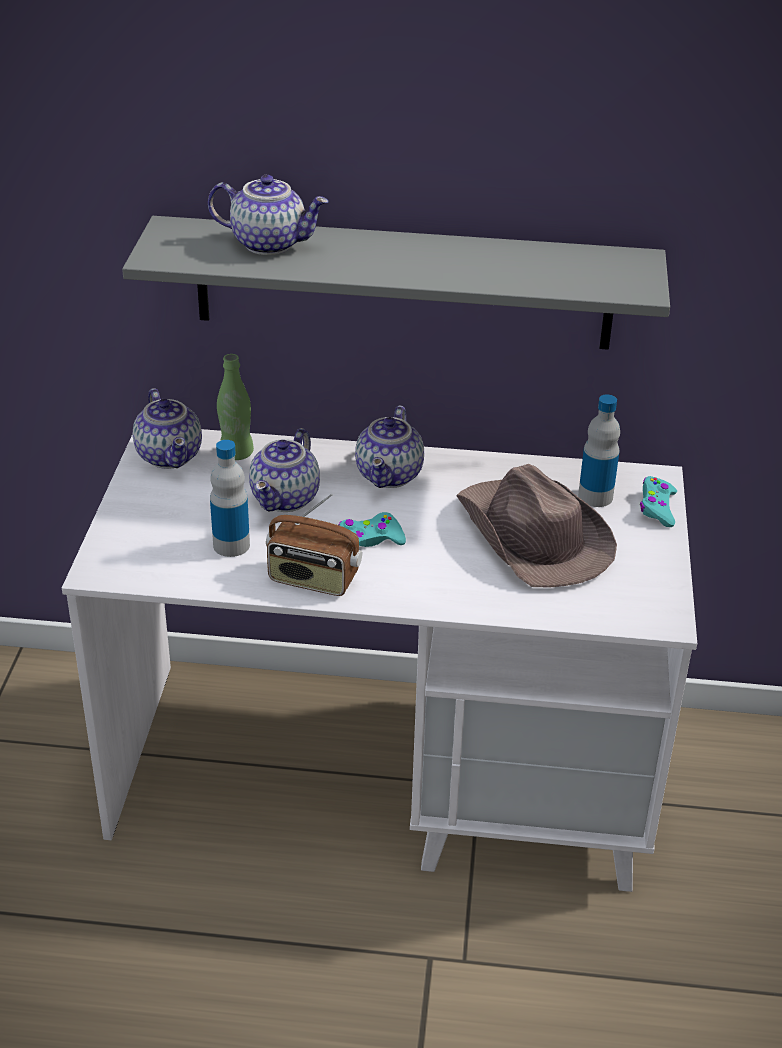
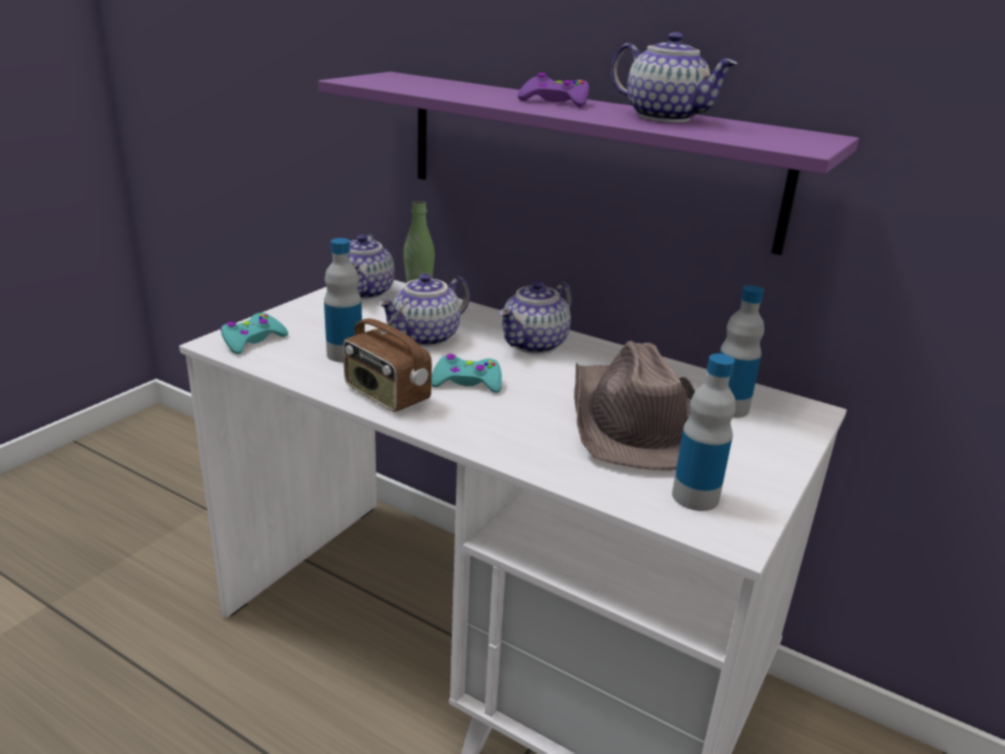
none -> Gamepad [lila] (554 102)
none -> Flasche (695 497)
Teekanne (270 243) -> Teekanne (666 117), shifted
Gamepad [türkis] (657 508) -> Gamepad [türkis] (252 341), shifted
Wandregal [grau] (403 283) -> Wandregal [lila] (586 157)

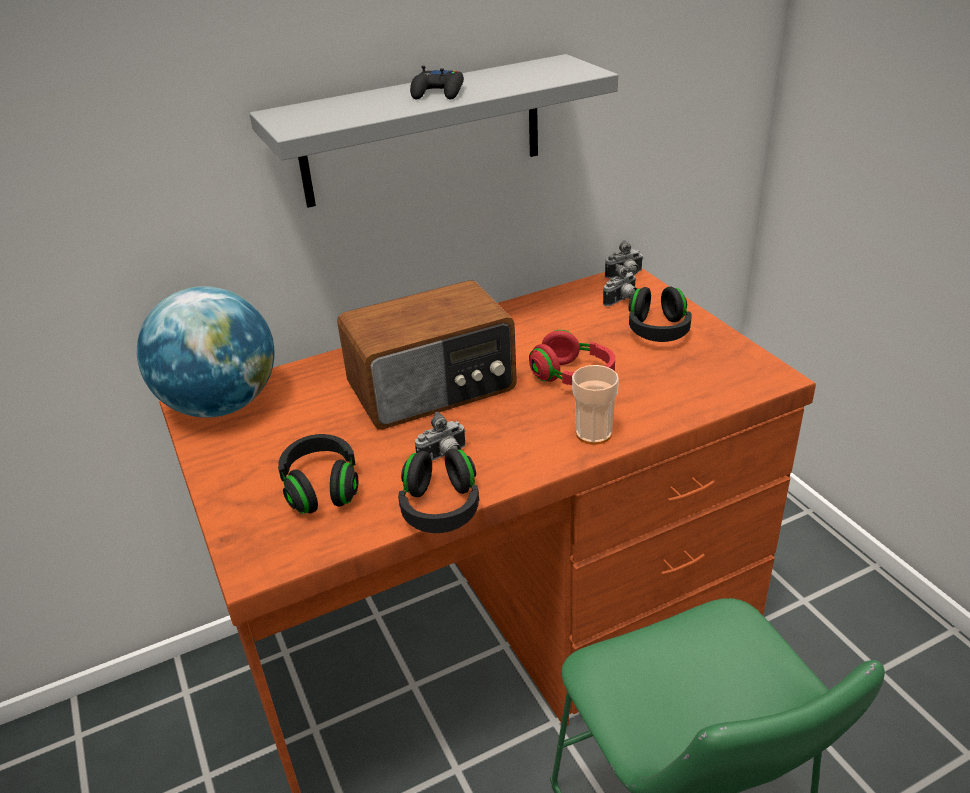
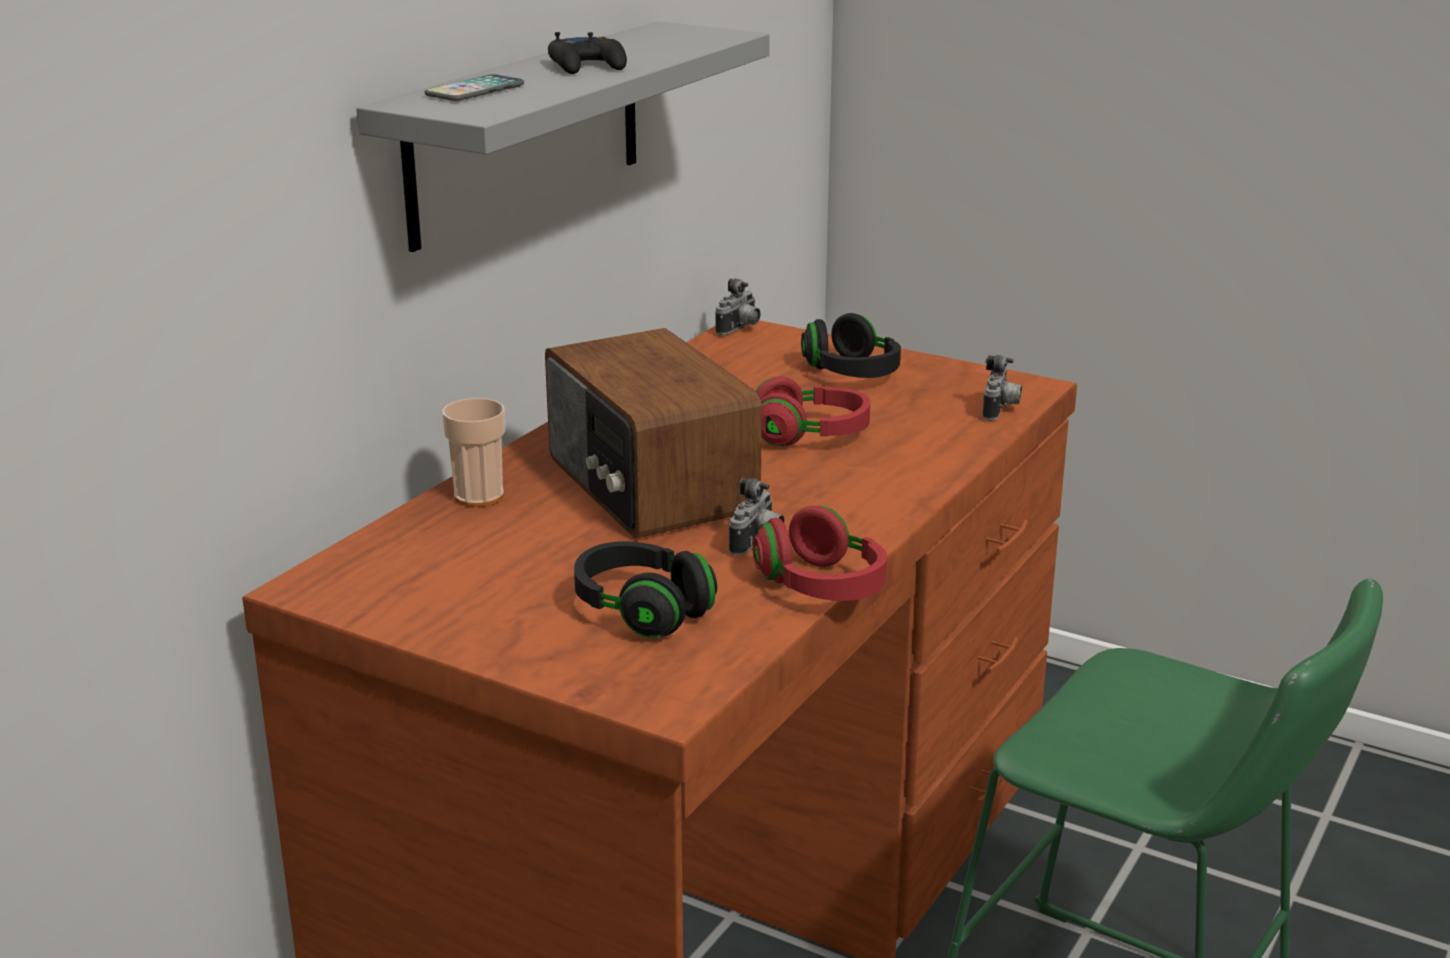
Globus (222 405) -> none
none -> Handy (475 91)
Tasse (593 433) -> Tasse (479 496), shifted
Kamera (622 300) -> Kamera (1000 410), shifted
Kopfhörer [schwarz] (440 508) -> Kopfhörer [rot] (821 586)
Radio (433 388) -> Radio (648 486), 120 degrees clockwise

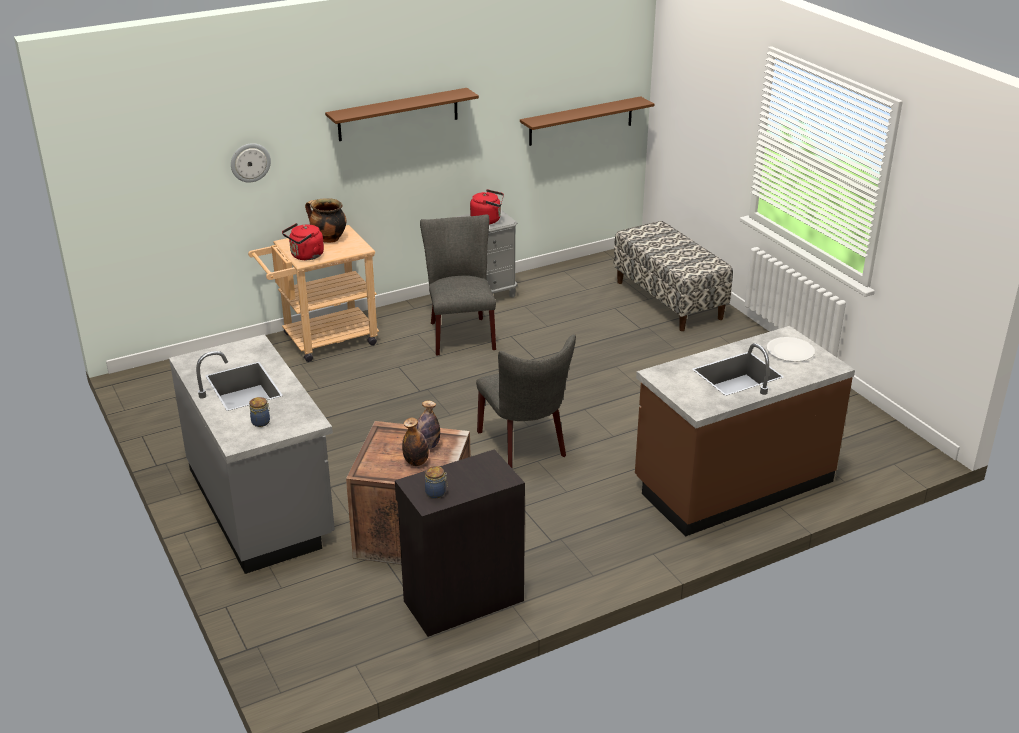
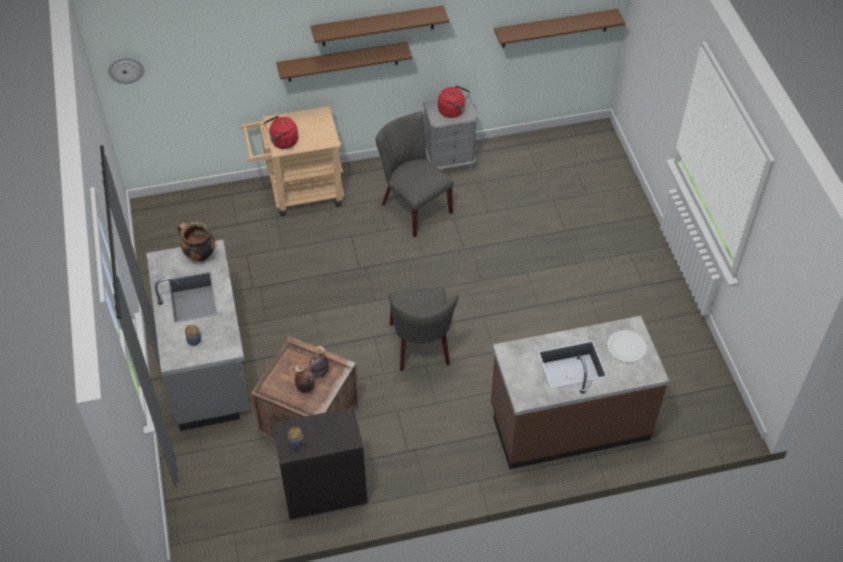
Bank (669 300) -> none
none -> Wandregal [braun] (342 62)
Wanduhr (250 162) -> Wanduhr (126 69), shifted
Kochtopf (328 239) -> Kochtopf (199 255), shifted
Stuhl [grau] (460 333) -> Stuhl [grau] (412 206), 45 degrees counterclockwise

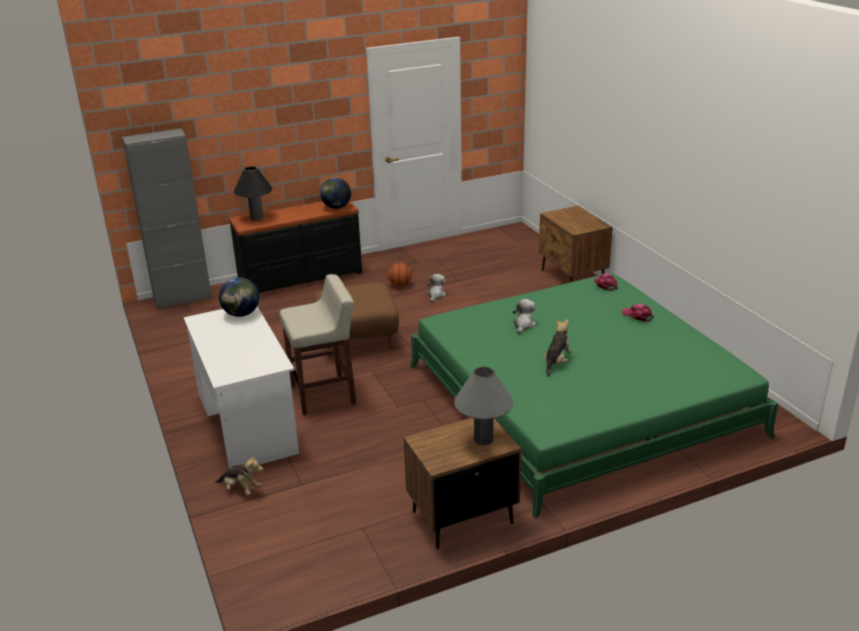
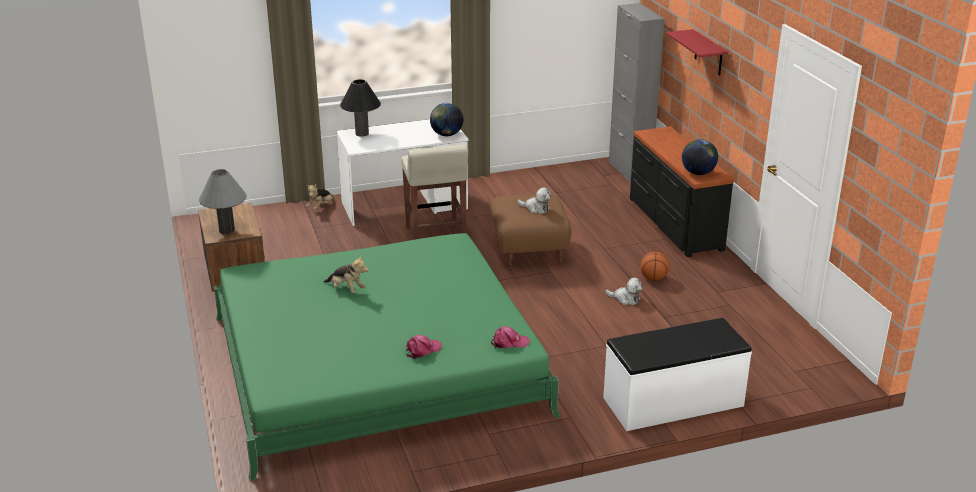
none -> Wandregal [rot] (708 53)
Tischlampe [schwarz] (256 217) -> Tischlampe [schwarz] (362 133), shifted
Plüschtier (523 325) -> Plüschtier (536 208), shifted
Nachttisch [braun] (572 277) -> Bank [weiß] (673 402)

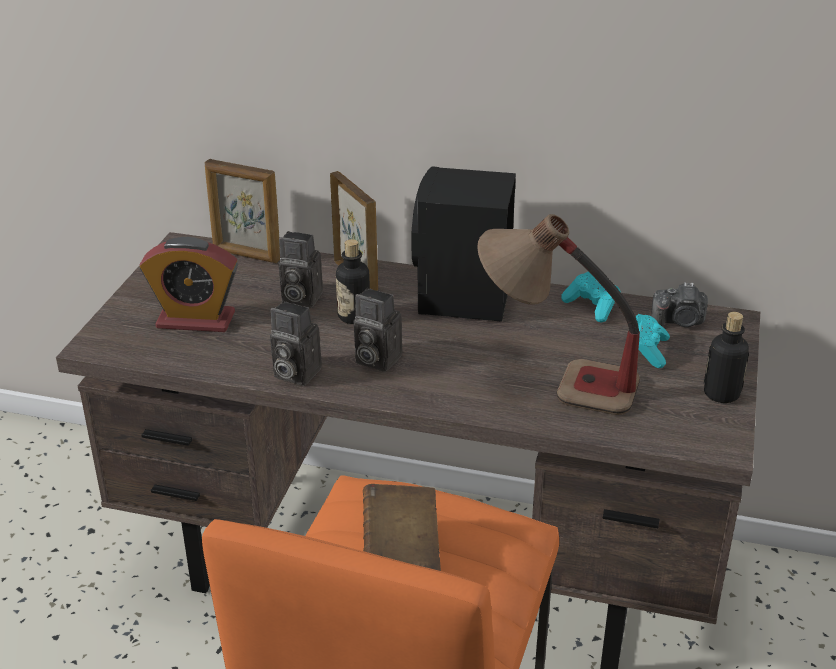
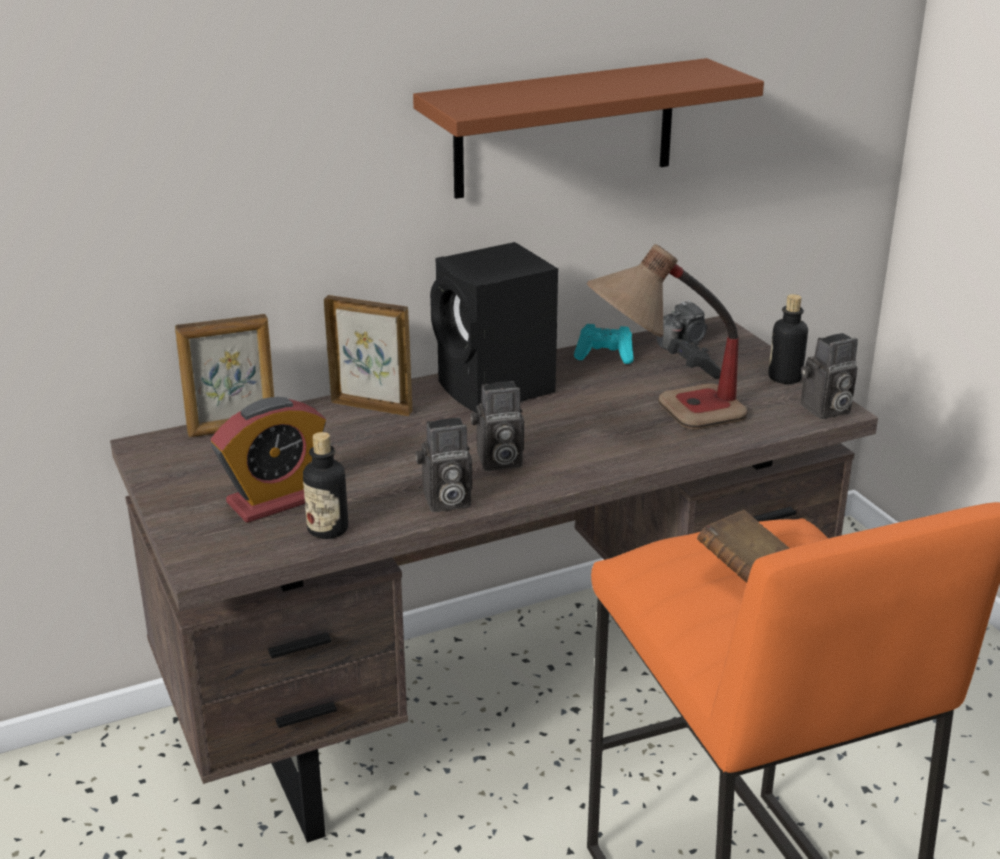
none -> Wandregal [braun] (565 128)
Kamera (299 298) -> Kamera (825 410), shifted
Flasche (354 316) -> Flasche (328 529), shifted
Gamepad [türkis] (647 350) -> Gamepad [schwarz] (693 370)

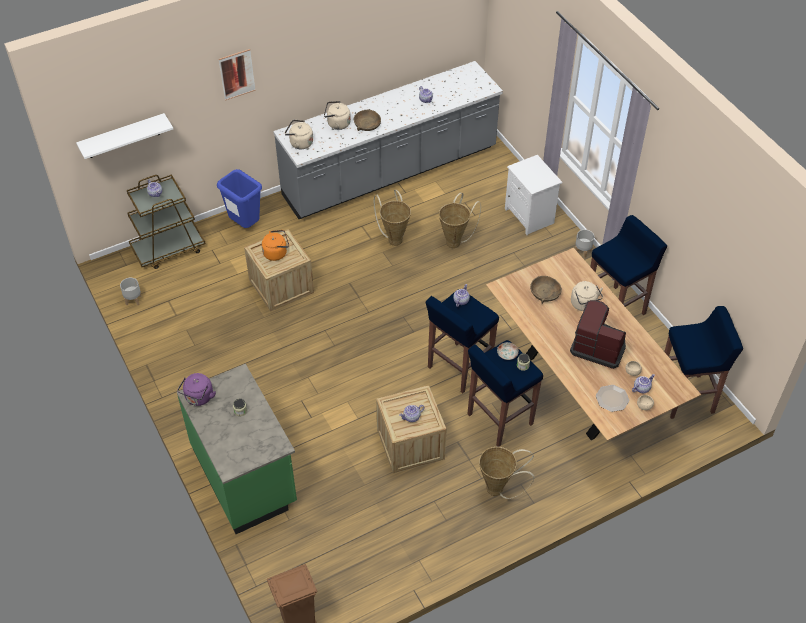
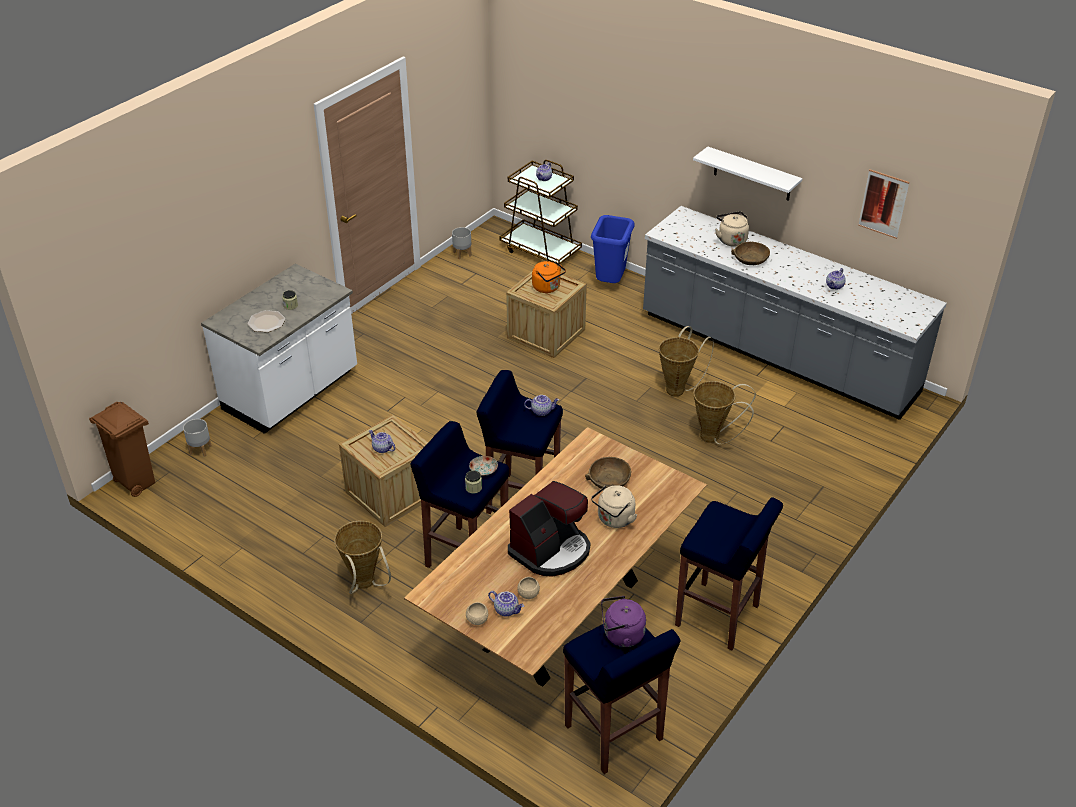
Wasserkessel [beige] (299 143) -> none
Nachttisch [weiß] (530 216) -> none
Wandregal [weiß] (122 136) -> Wandregal [weiß] (752 174), shifted
Wasserkessel [lila] (199 398) -> Wasserkessel [lila] (621 635), shifted
Bild (237 74) -> Bild (883 204), shifted
Pflanzkübel [grau] (583 252) -> Pflanzkübel [grau] (200 450), shifted
Teller (612 398) -> Teller (266 322), shifted
Küchenzeile [grün] (245 476) -> Küchenzeile [weiß] (292 392)
Kaffeemaschine (598 347) -> Kaffeemaschine (551 550), 45 degrees clockwise

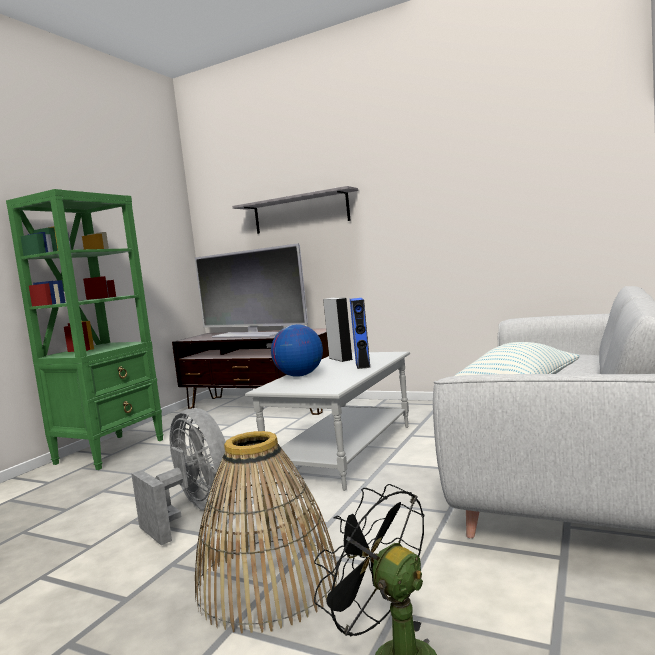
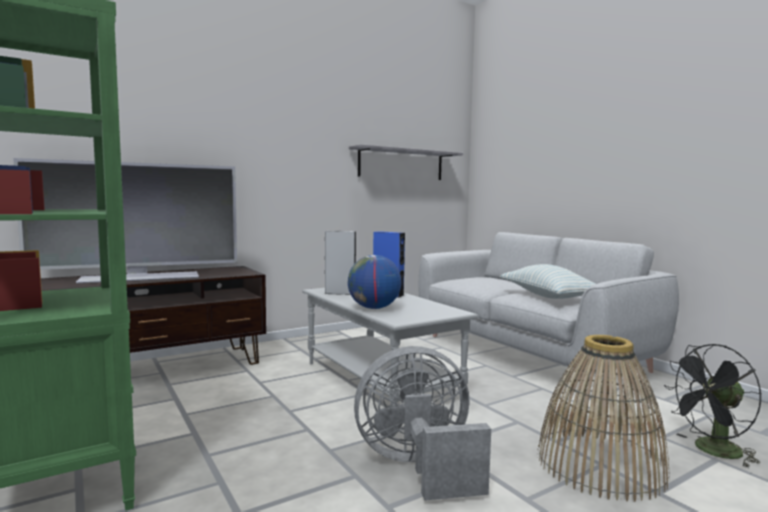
Wandregal [grau] (300 212) -> Wandregal [grau] (401 164), shifted

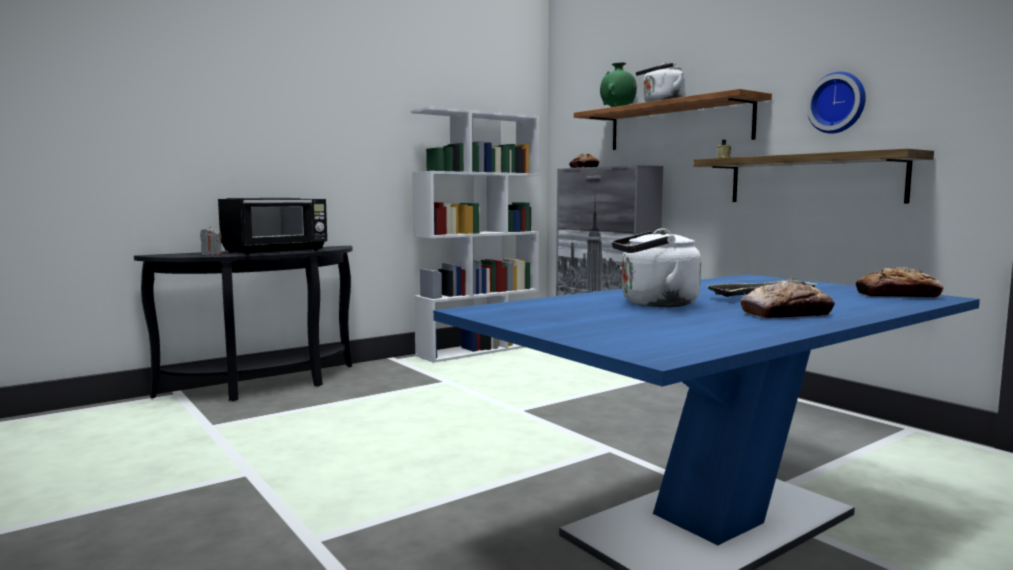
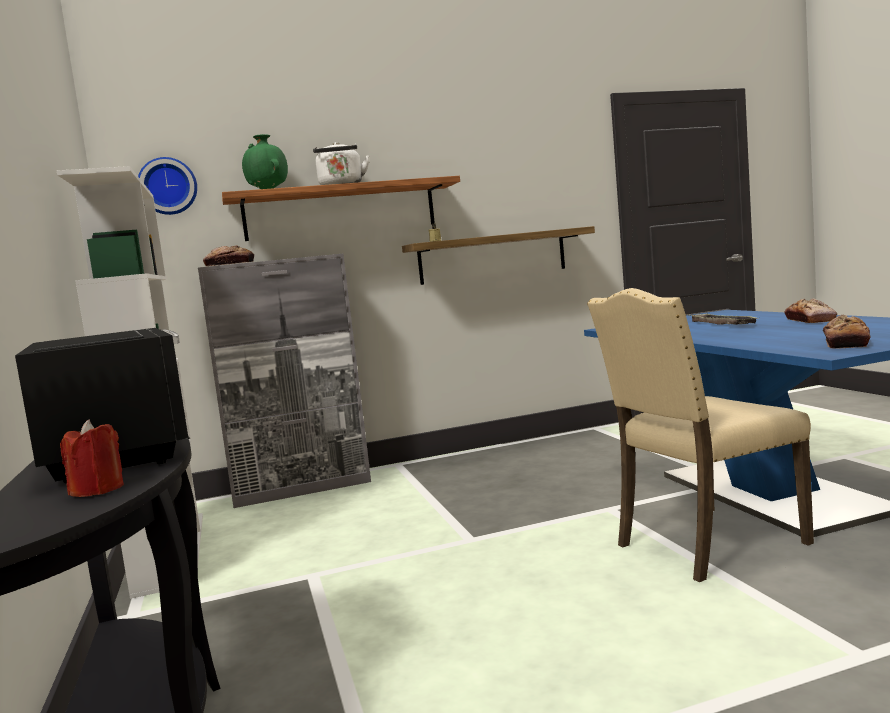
Wasserkessel [weiß] (654 304) -> none
none -> Stuhl [beige] (705 544)
Wanduhr (838 103) -> Wanduhr (167 186), shifted
Brot (897 295) -> Brot (845 343), shifted
Kerze [grau] (211 254) -> Kerze [rot] (98 490)

